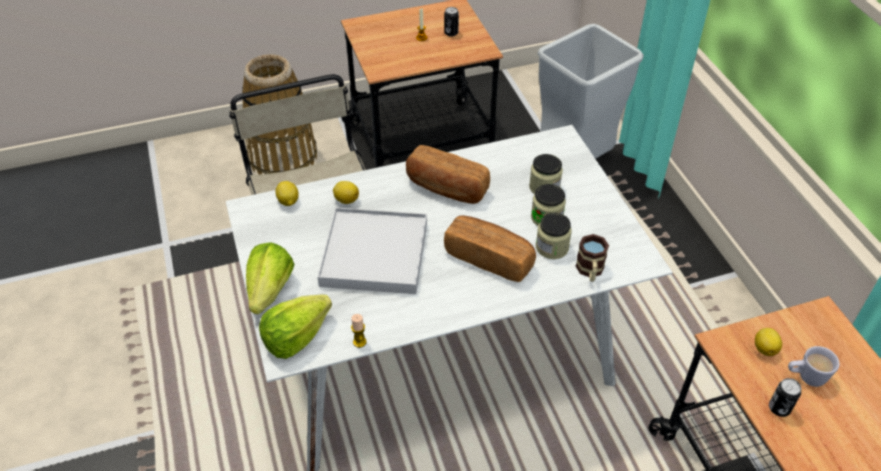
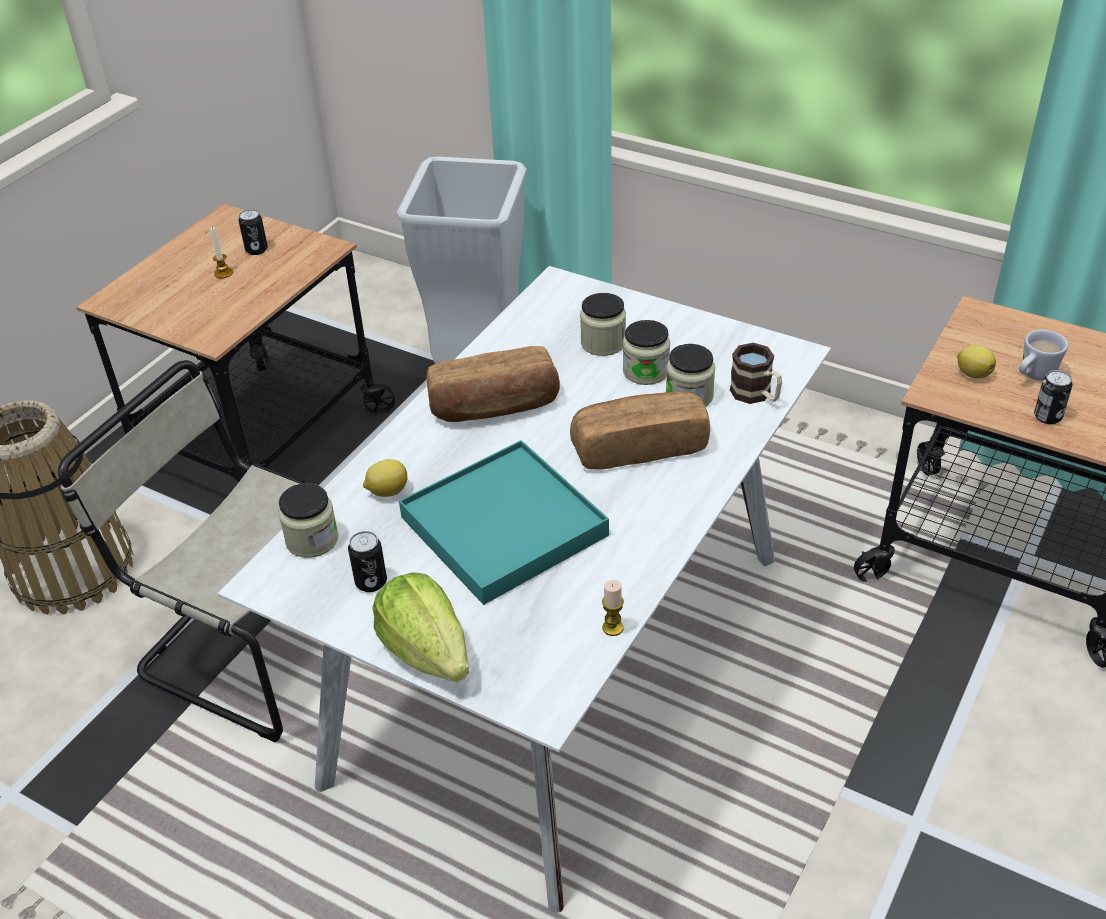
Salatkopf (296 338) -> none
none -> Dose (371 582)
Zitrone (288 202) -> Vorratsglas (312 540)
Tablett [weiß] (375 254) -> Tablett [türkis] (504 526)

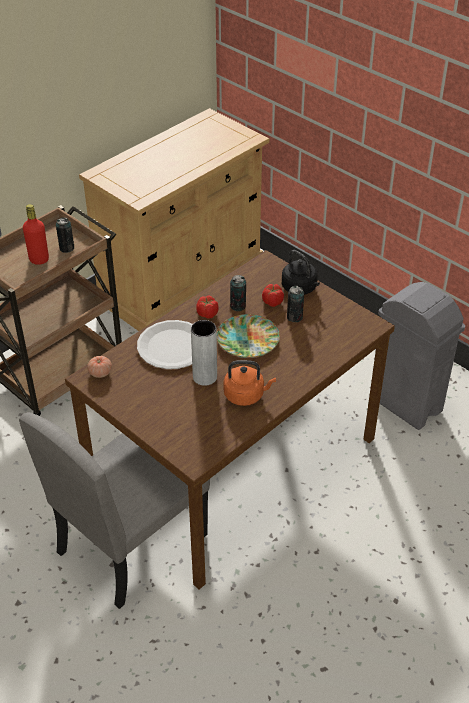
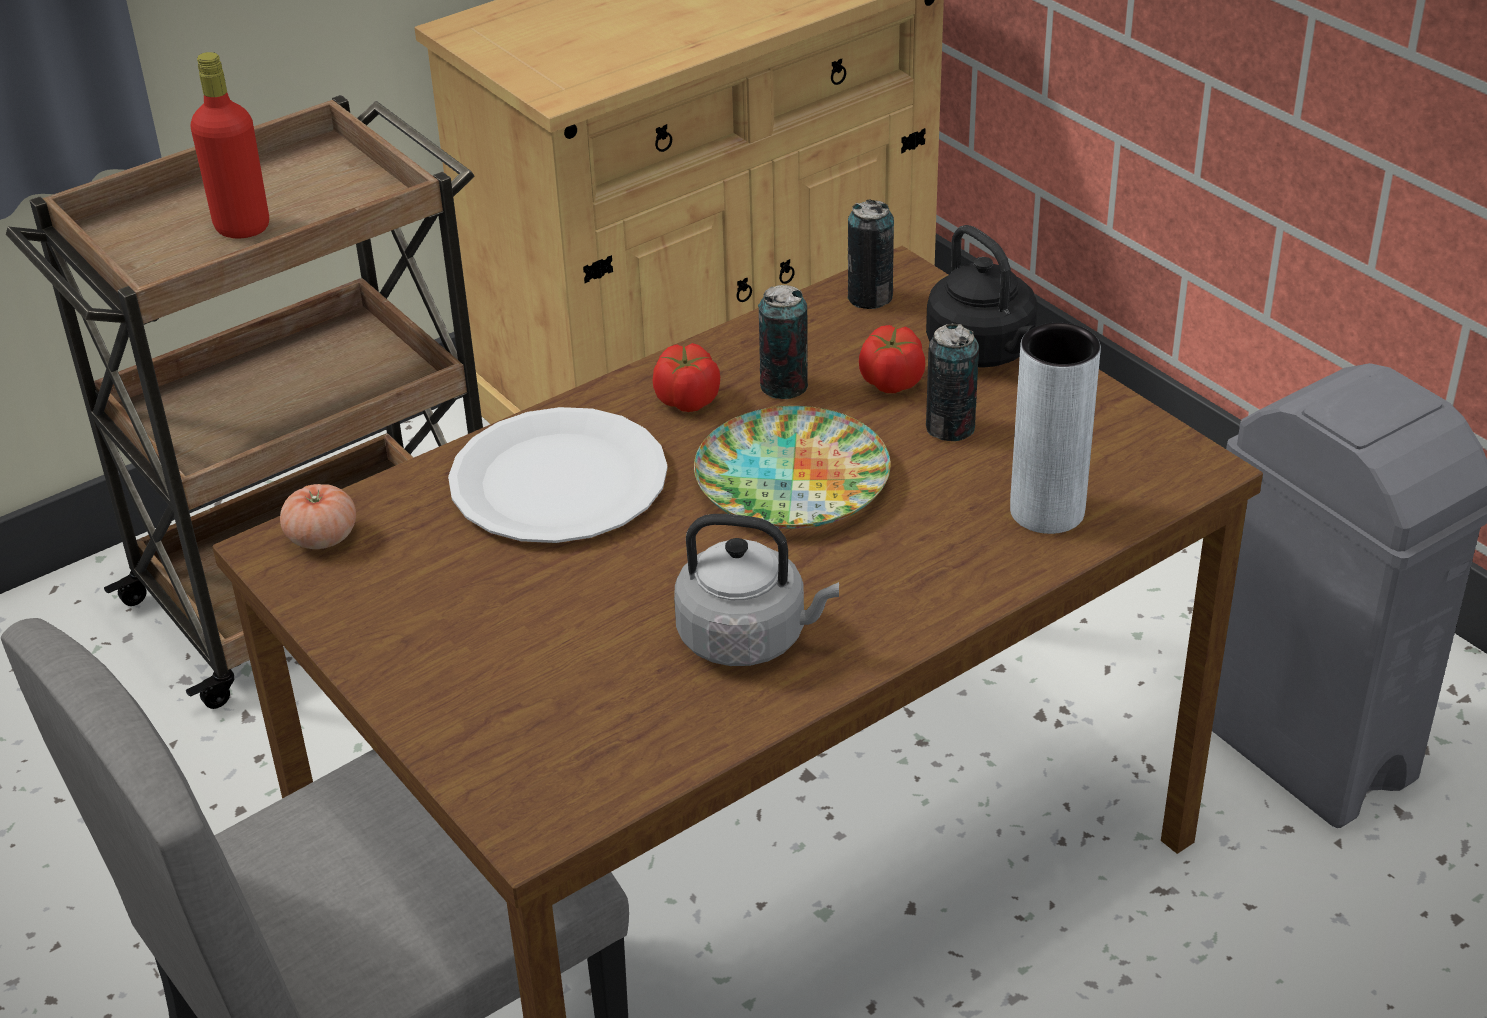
Dose (67 248) -> Dose (870 297), shifted
Vase [grau] (205 377) -> Vase [grau] (1047 511), shifted
Wasserkessel [orange] (246 395) -> Wasserkessel [grau] (749 638)

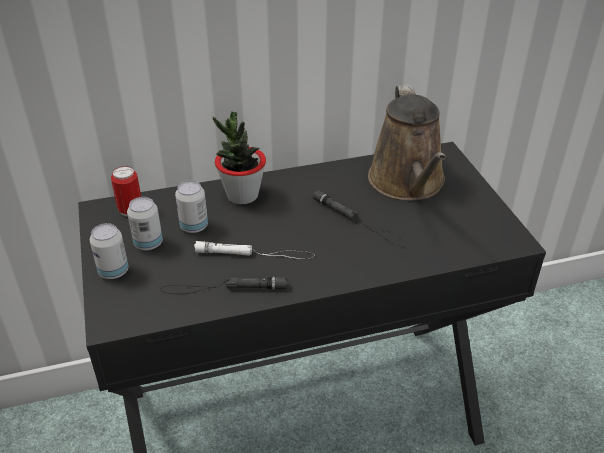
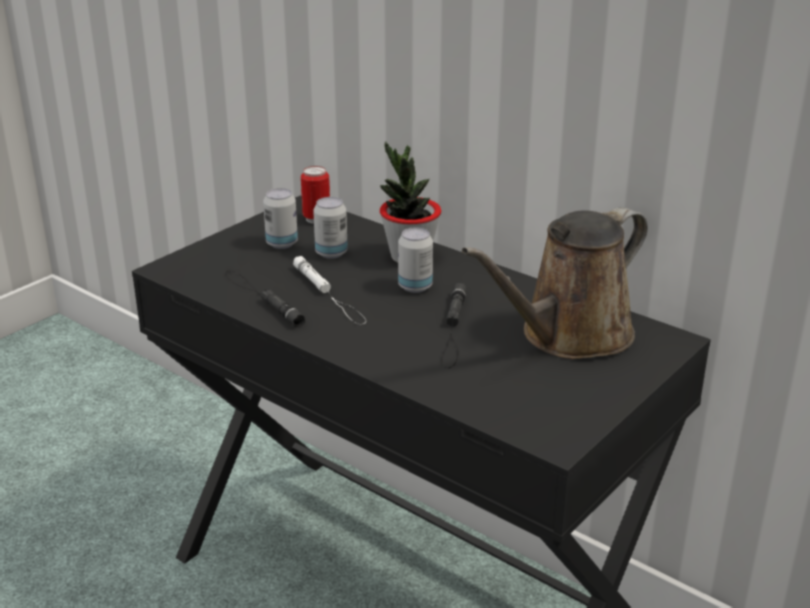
Dose (113 271) -> Dose (415 287), shifted

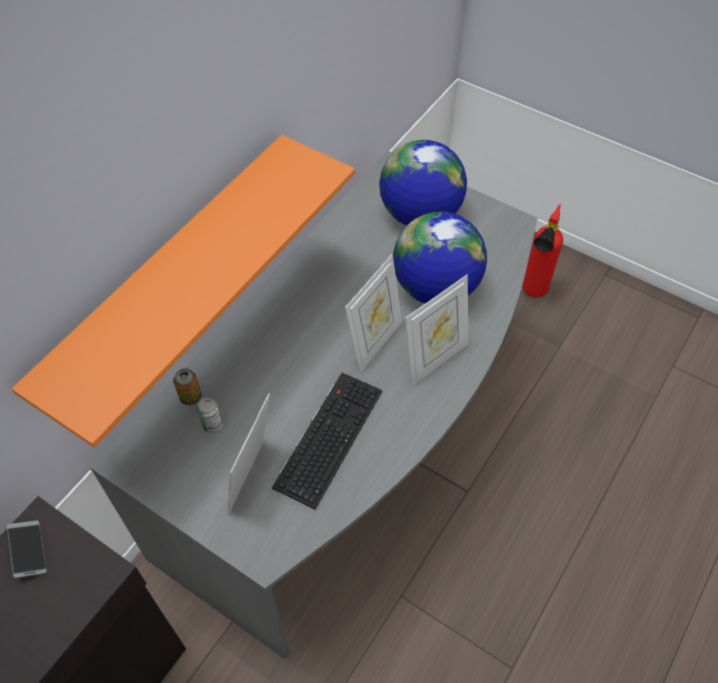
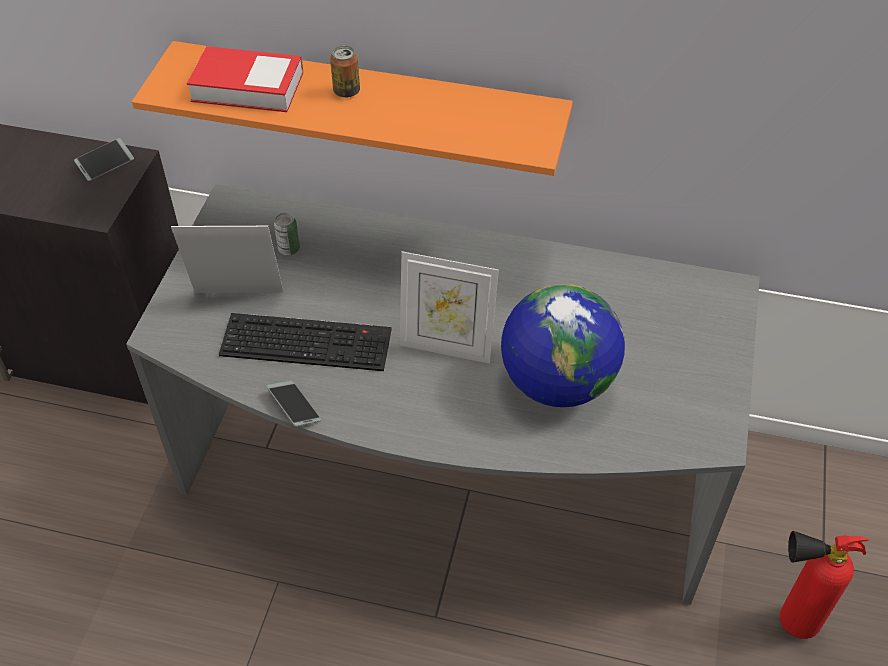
Globus (419 215) -> none
Bilderrahmen (435 359) -> none
none -> Buch (248 87)
none -> Handy (294 407)
Dose (190 397) -> Dose (346 91), shifted

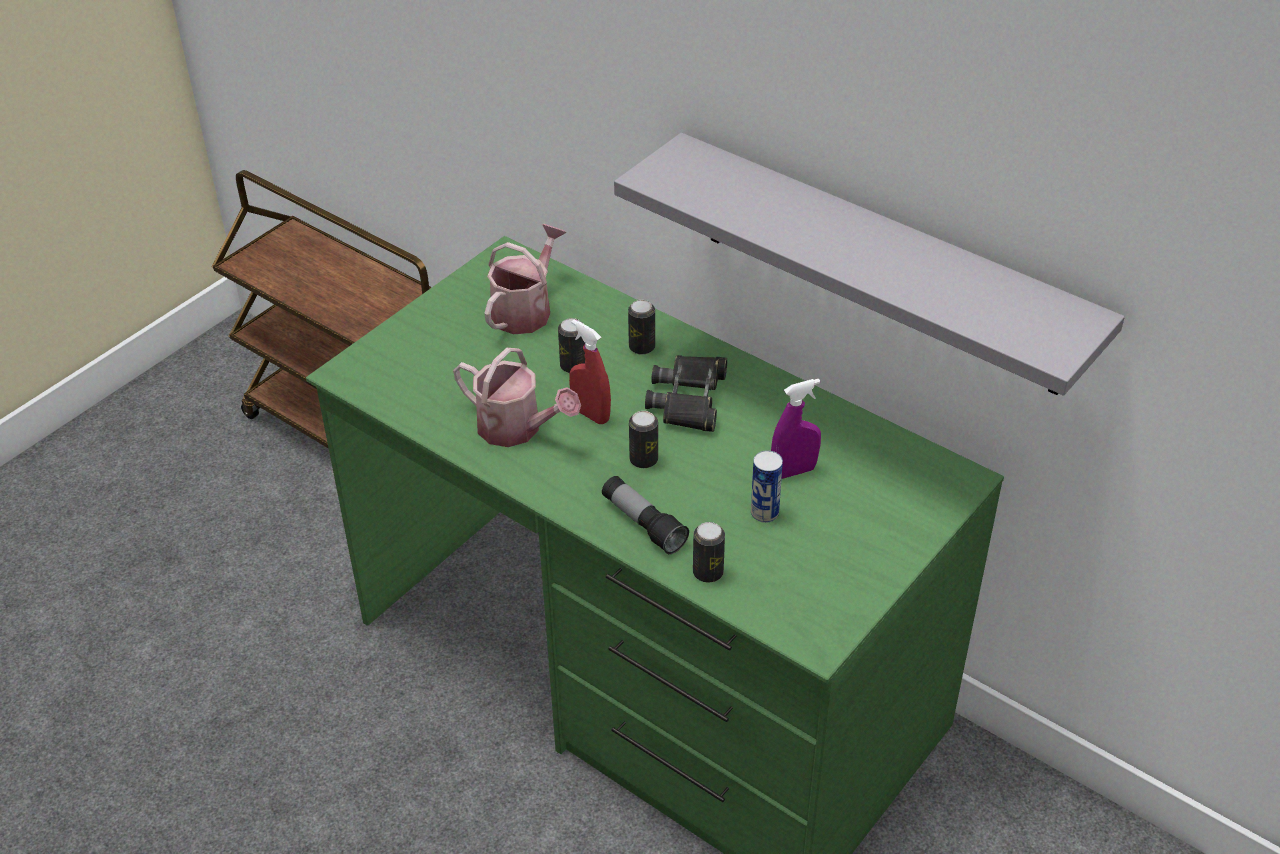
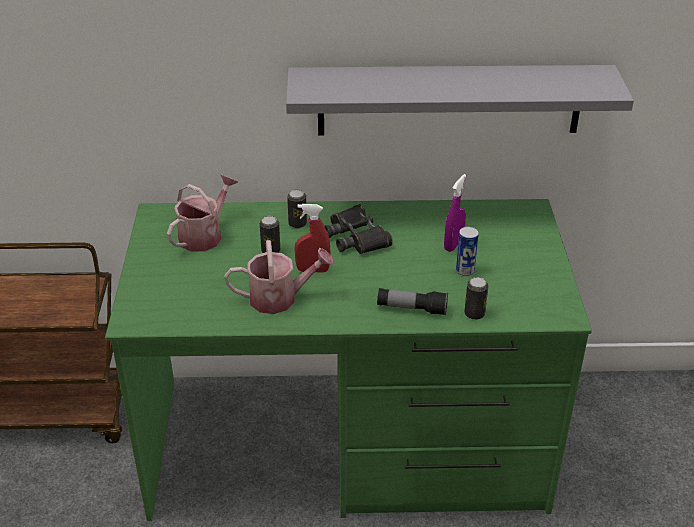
Dose (643 460) -> none
Gießkanne (526 310) -> Gießkanne (204 235), 45 degrees clockwise

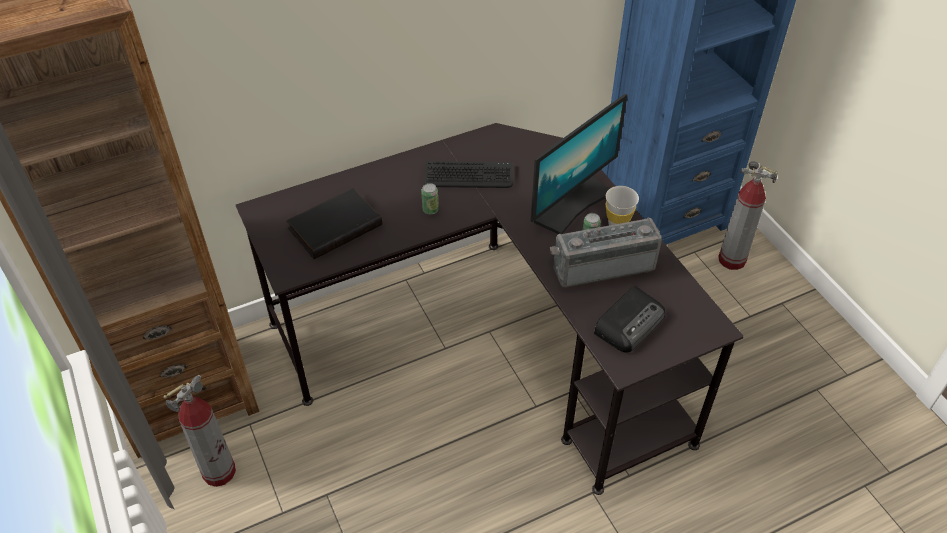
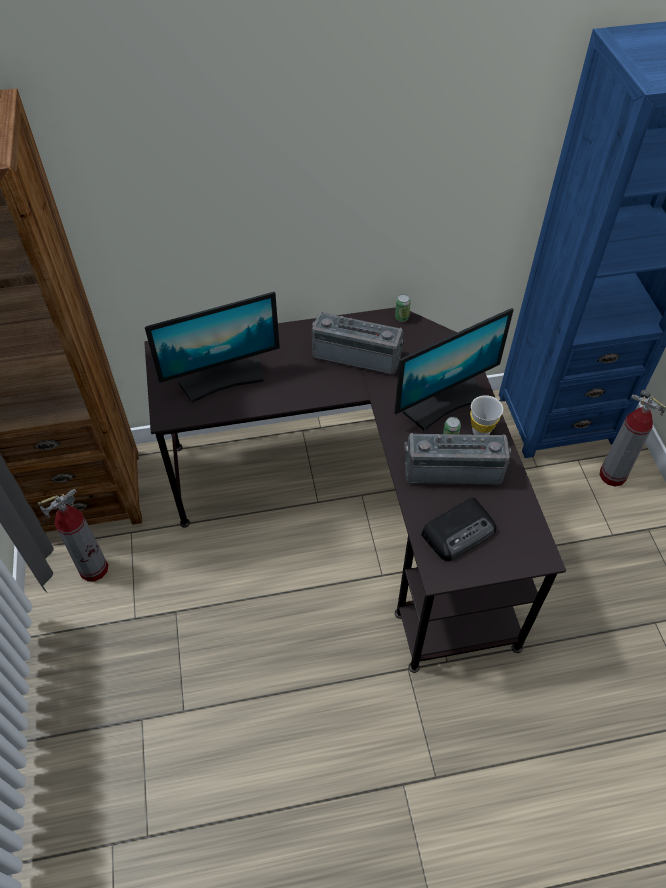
Dose (430 210) -> Dose (401 317), shifted
Buch [schwarz] (334 225) -> Monitor (222 378)
Tastatur (468 176) -> Radio (357 354)

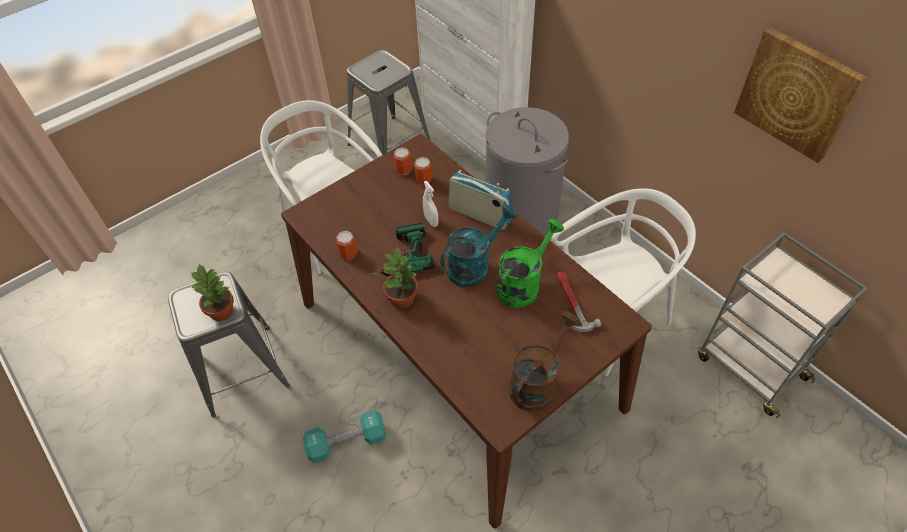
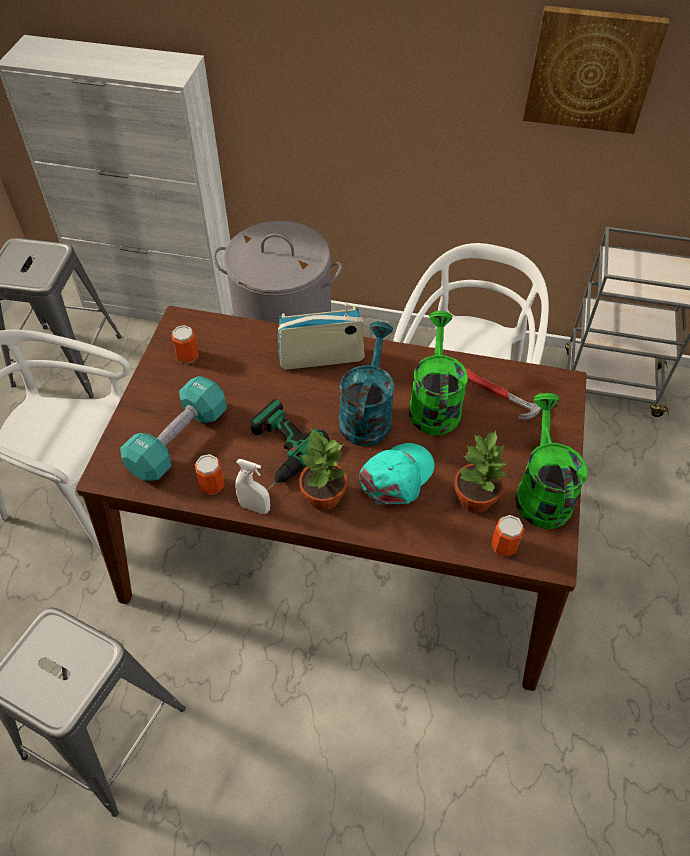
none -> Kappe [türkis] (397 476)
Topfpflanze (222 311) -> Topfpflanze (475 497), shifted
Hantel [türkis] (347 442) -> Hantel [türkis] (178 441), shifted
Dose (424 180) -> Dose (504 546), shifted
Sprühflasche [weiß] (431 221) -> Sprühflasche [weiß] (255 507), shifted
Gießkanne [braun] (537 381) -> Gießkanne [grün] (541 491)

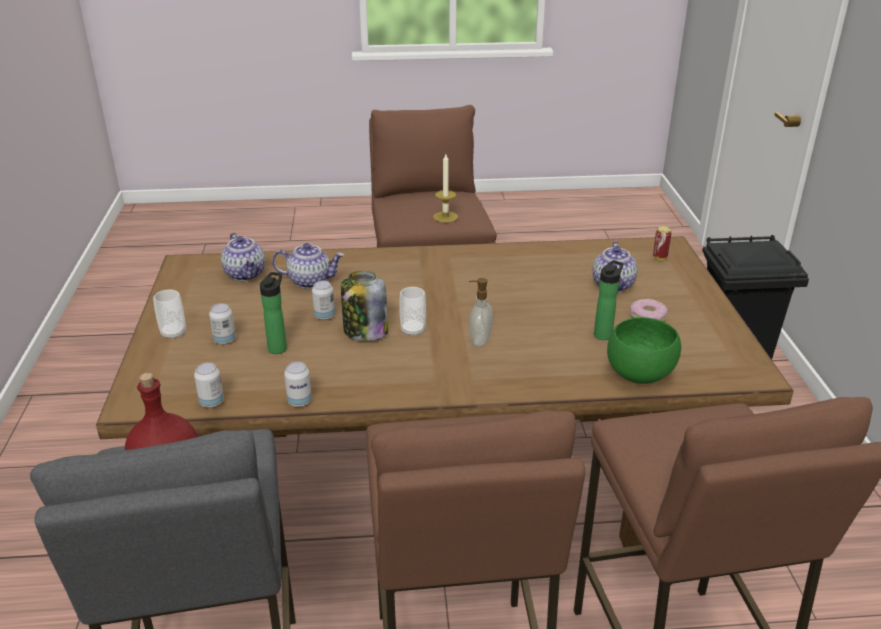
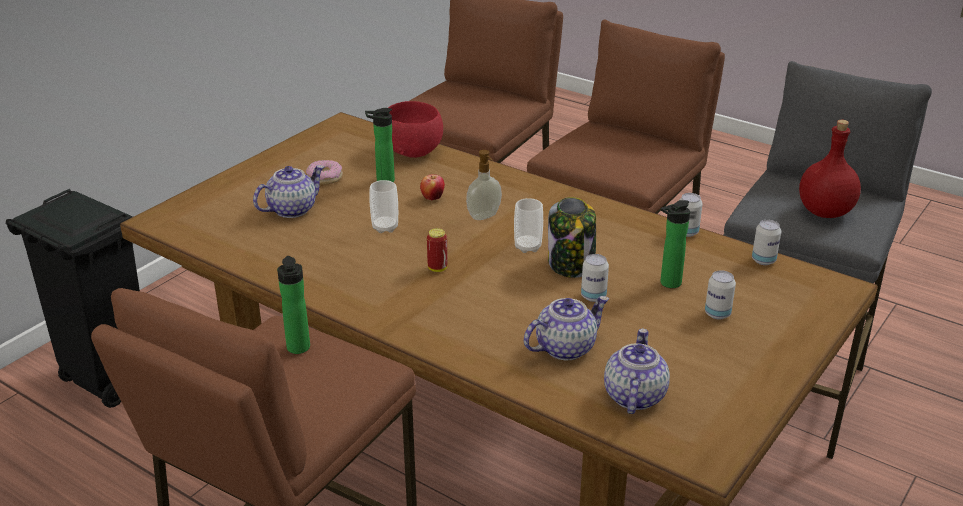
none -> Apfel (432 198)
Tasse (173 333) -> Tasse (385 227), shifted
Dose (659 258) -> Dose (437 268), shifted
Kerze (445 217) -> Flasche (298 349)
Schüssel [grün] (639 375) -> Schüssel [rot] (414 151)
Teekanne (310 281) -> Teekanne (565 347), 105 degrees clockwise

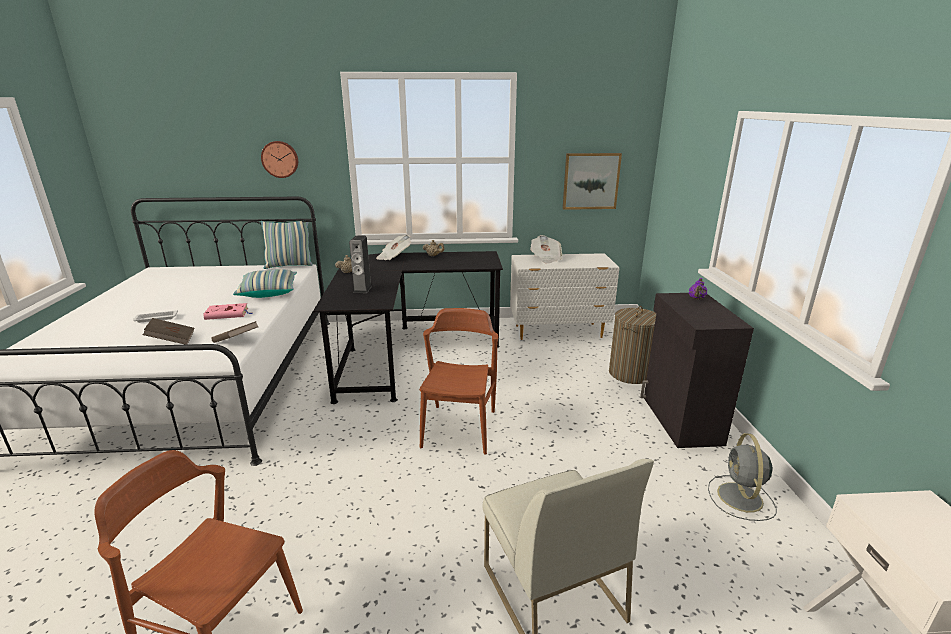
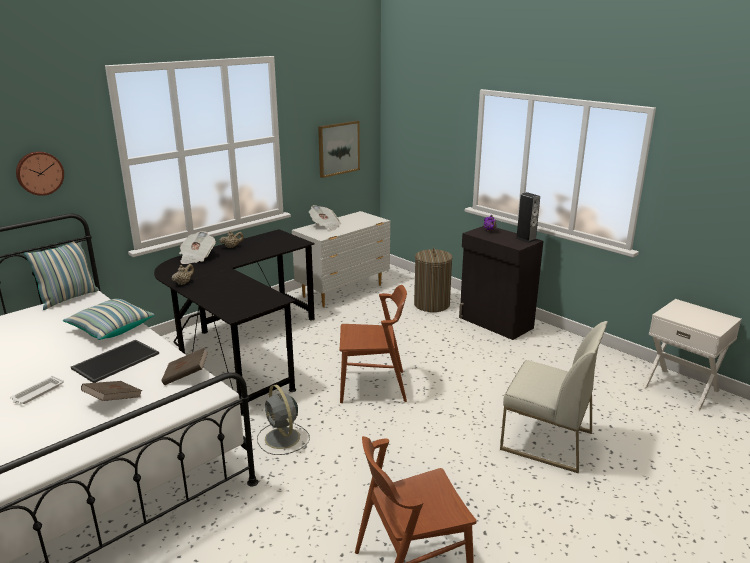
Lautsprecher (362 289) -> Lautsprecher (526 239), shifted
Ventilator [grau] (740 498) -> Ventilator [grau] (283 439), shifted
Buch [rosa] (228 314) -> Tablett (116 360)
Stuhl [braun] (459 428) -> Stuhl [braun] (373 386), 120 degrees clockwise

